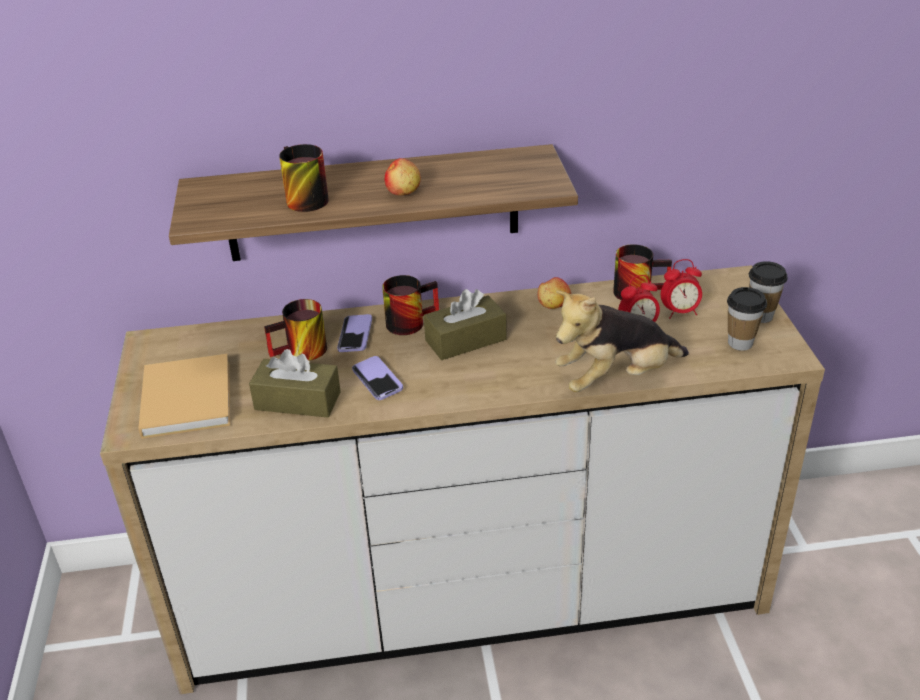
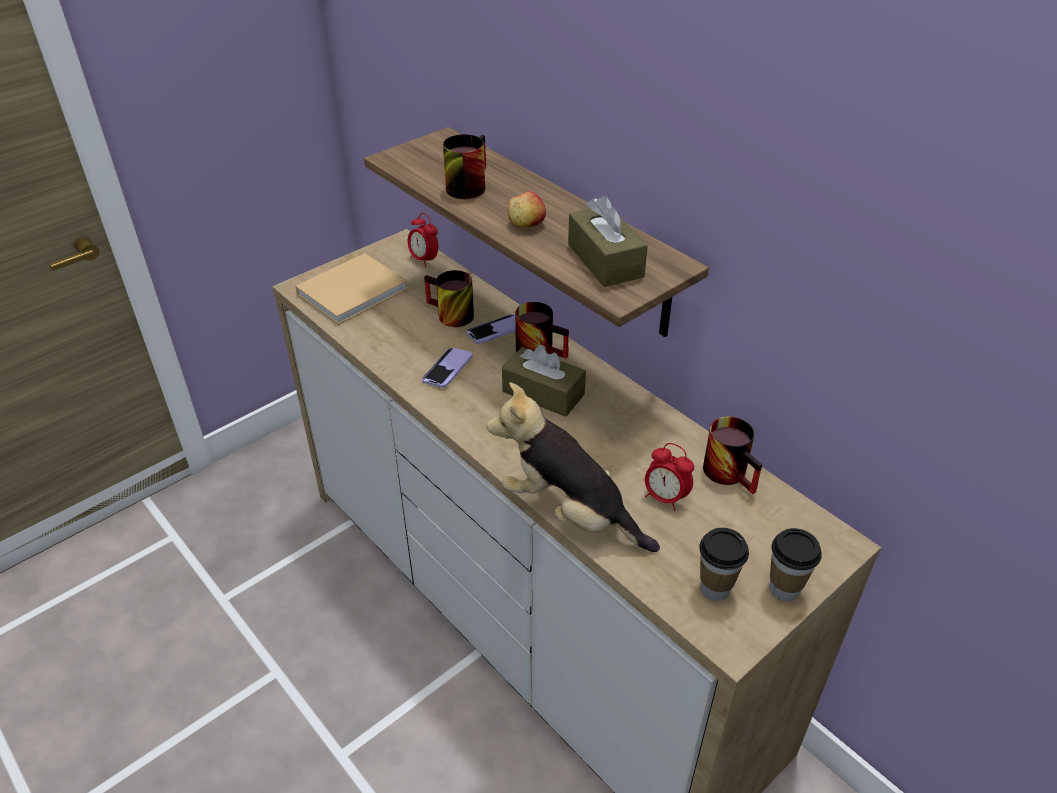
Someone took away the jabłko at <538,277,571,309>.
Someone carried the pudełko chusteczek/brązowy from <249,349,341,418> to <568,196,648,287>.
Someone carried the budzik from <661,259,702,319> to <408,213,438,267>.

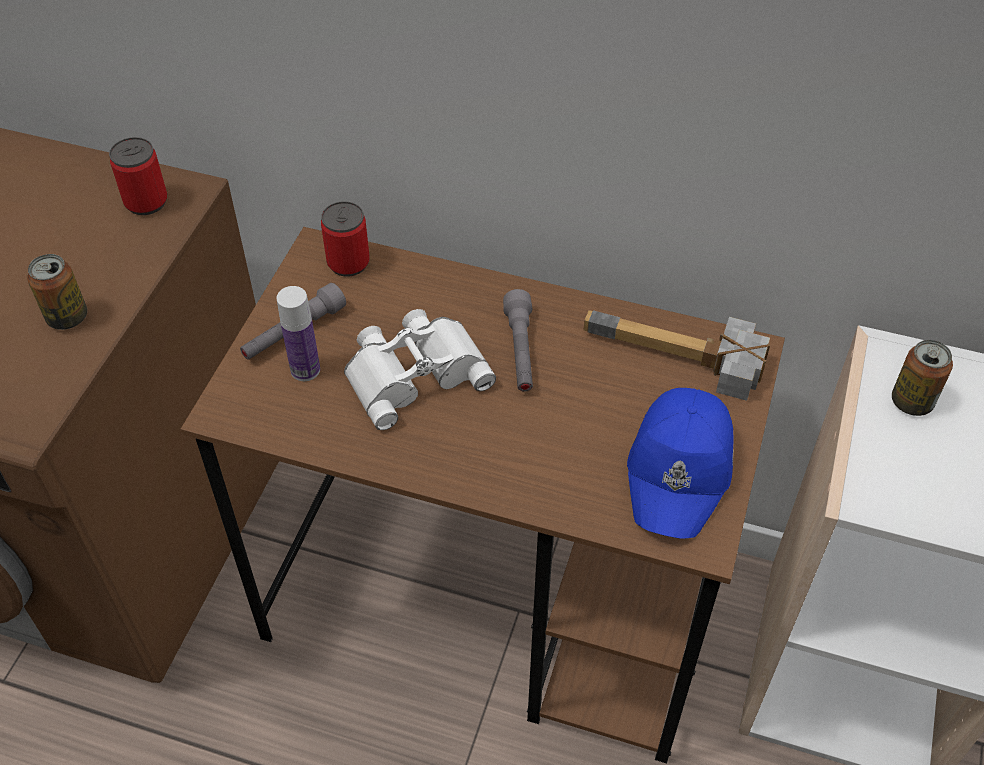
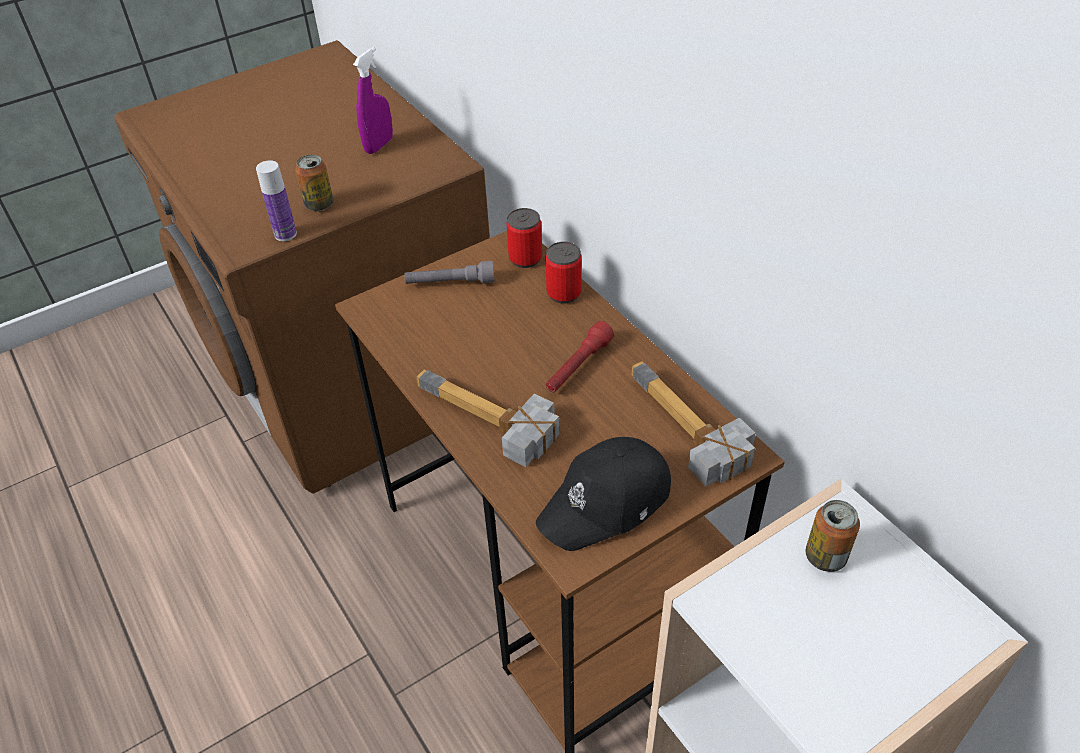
Someone took away the lornetka/biały at <344,309,496,430>.
Someone put down the spryskiwacz/fioletowy at <353,47,393,154>.
Someone put down the młotek at <416,370,559,467>.
Someone carried the puszka from <109,137,167,215> to <546,242,582,303>.
Someone carried the butelka from <276,286,320,381> to <256,160,297,241>.
Someone repainted the latarka/szary at <503,289,533,392>, which became the latarka/czerwony at <546,321,614,392>.
Someone repainted the czapka z daszkiem/niebieski at <627,388,734,539>, which became the czapka z daszkiem/czarny at <536,437,671,551>.

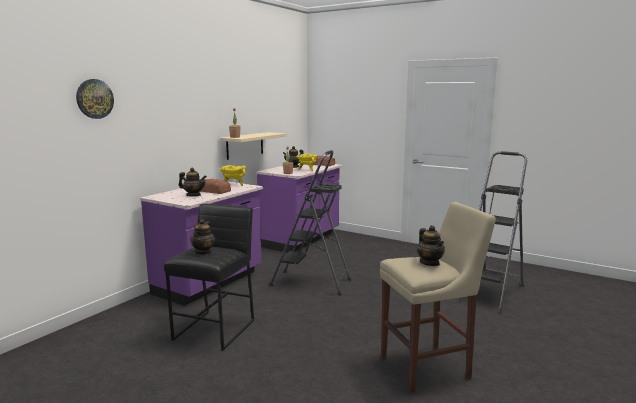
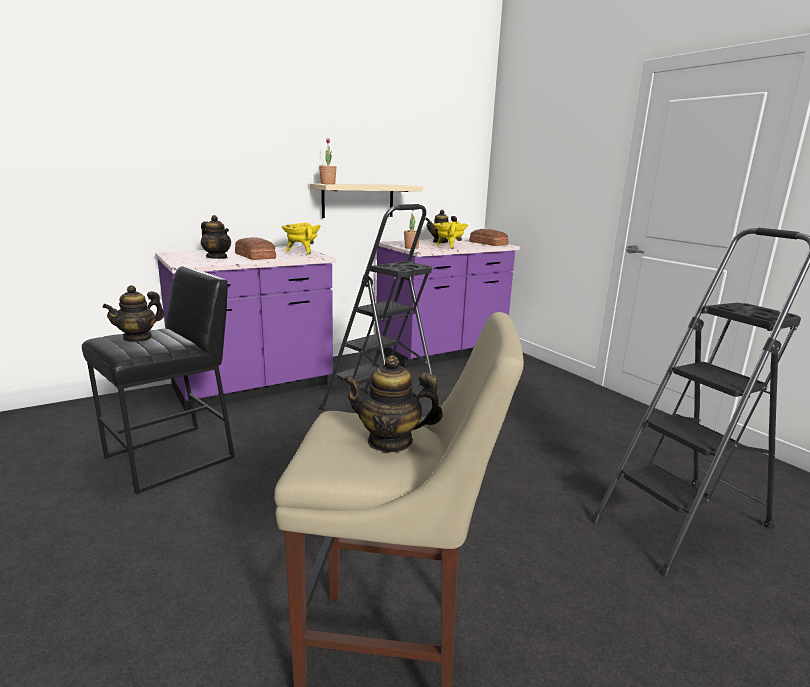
Someone took away the zegar ścienny at <76,79,114,119>.
Someone rotated the imbryk at <417,225,445,266> by 90 degrees clockwise.

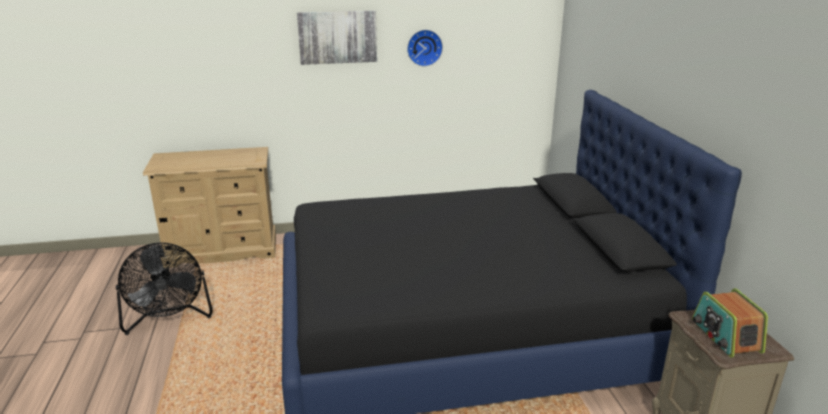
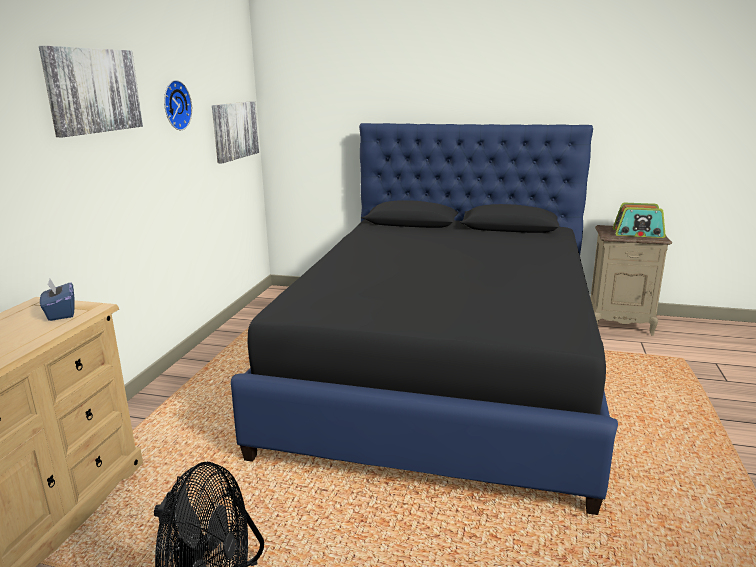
Someone put down the pudełko chusteczek/niebieski at <40,279,74,321>.
Someone put up the obraz at <212,101,259,163>.

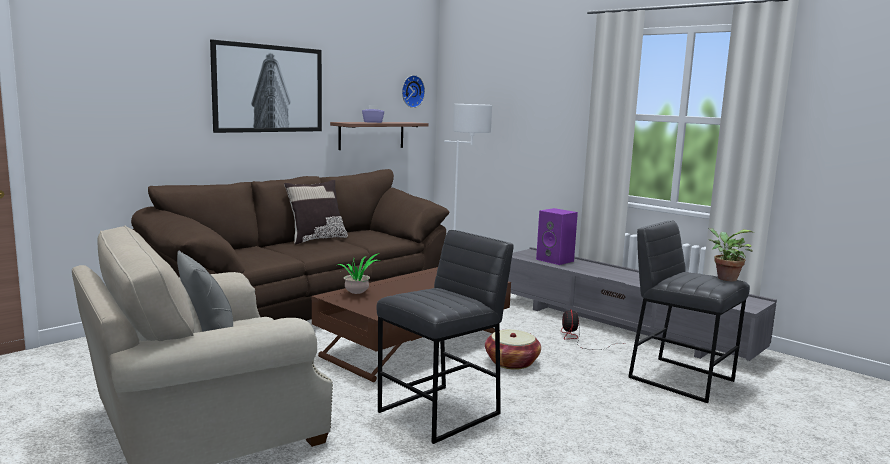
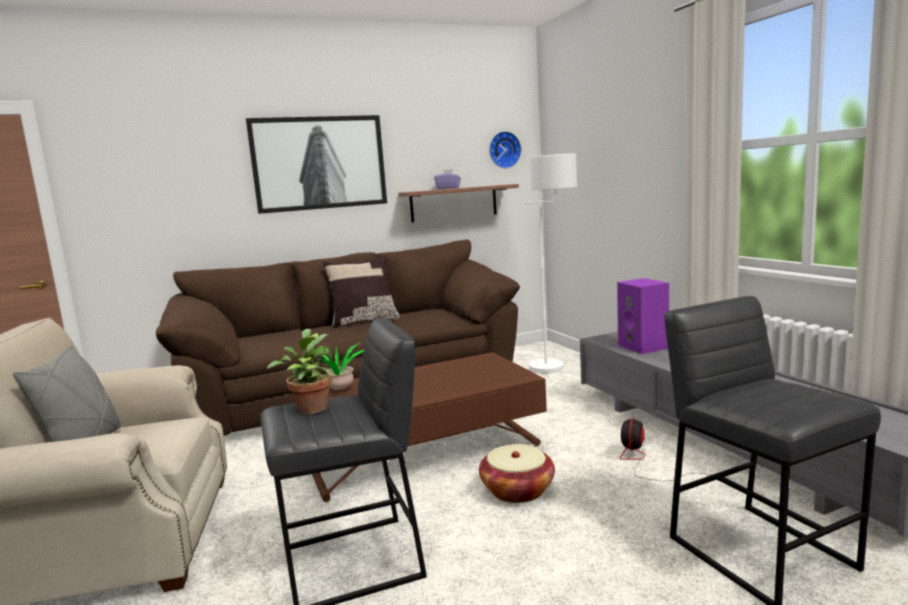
Someone carried the roślina doniczkowa from <708,228,754,281> to <267,329,333,414>.

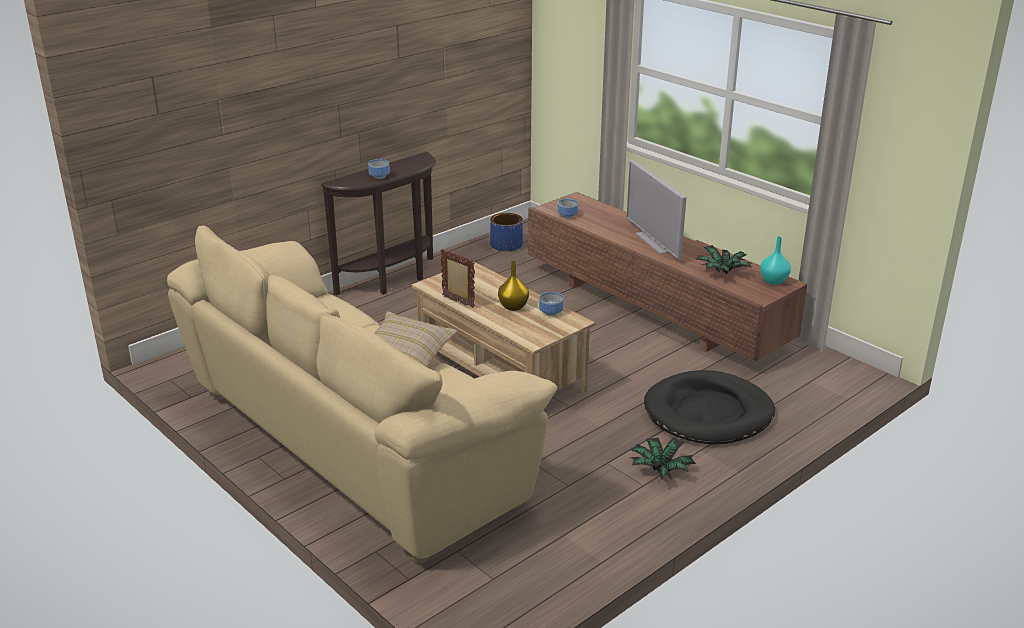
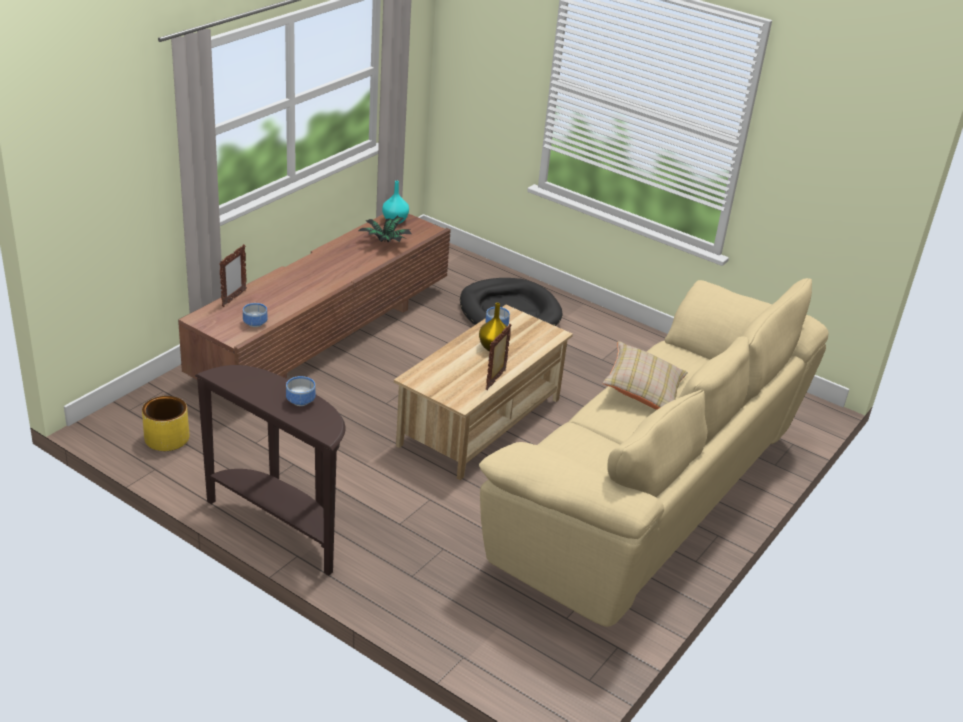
Someone took away the telewizor at <627,160,687,259>.
Someone took away the roślina doniczkowa at <630,438,696,480>.
Someone put down the ramka na zdjęcie at <219,244,247,307>.
Someone repainted the donica/niebieski at <490,213,523,252>, which became the donica/żółty at <142,396,190,451>.

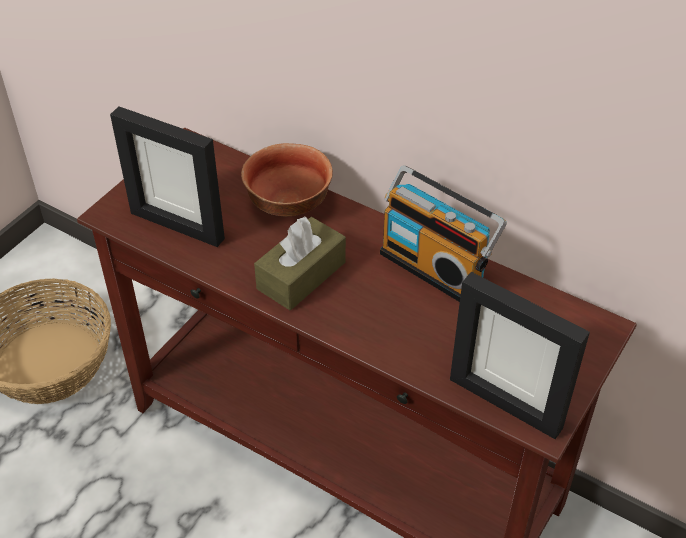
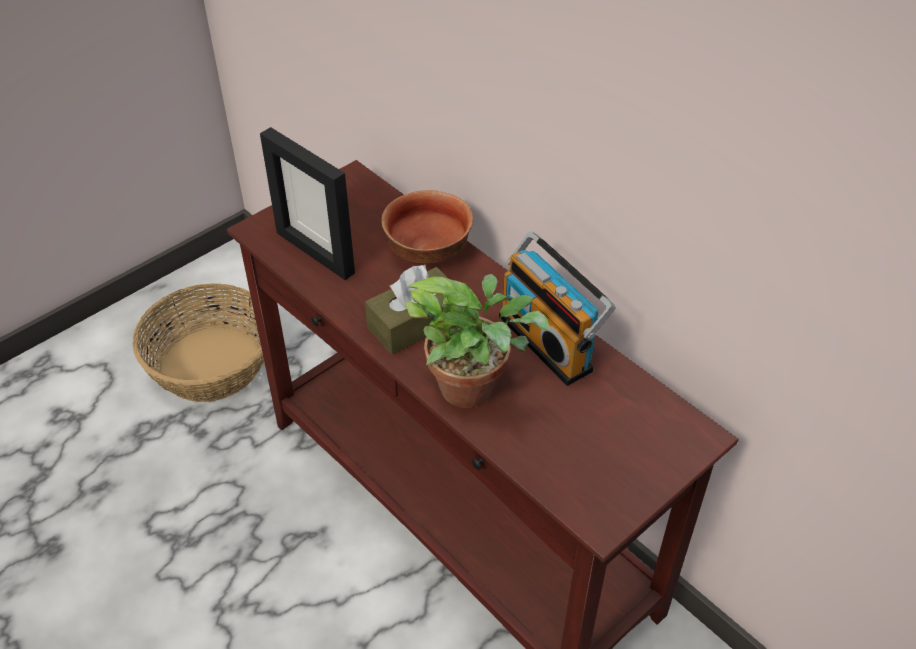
Someone took away the ramka na zdjęcie at <450,272,590,439>.
Someone put down the roślina doniczkowa at <405,274,550,408>.

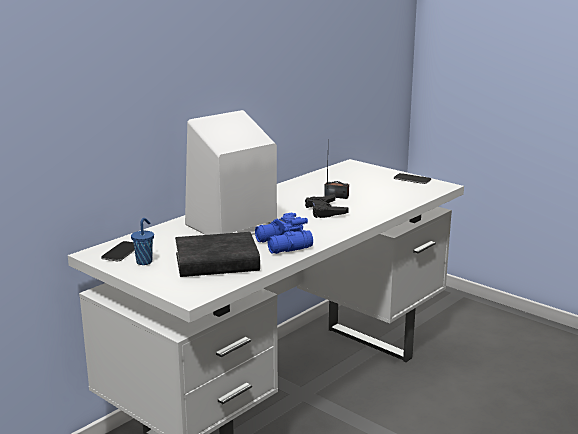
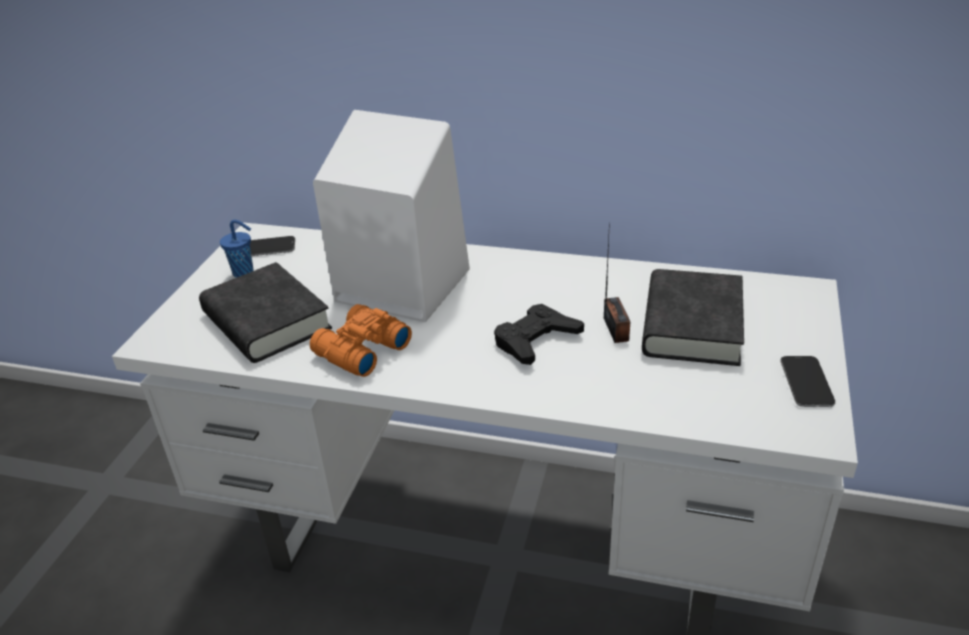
Someone put down the książka/czarny at <642,269,744,366>.
Someone repainted the lornetka/niebieski at <255,212,313,254>, which became the lornetka/pomarańczowy at <310,304,412,377>.

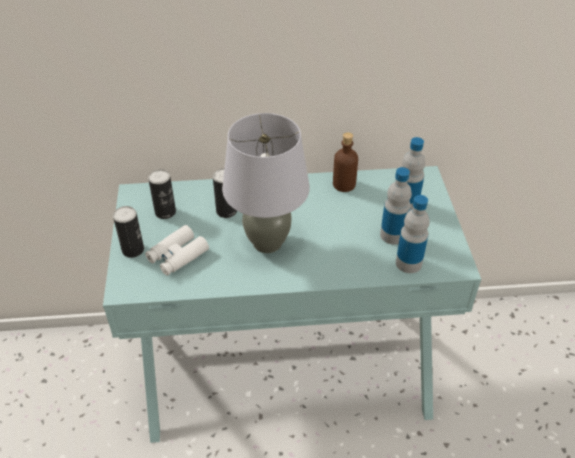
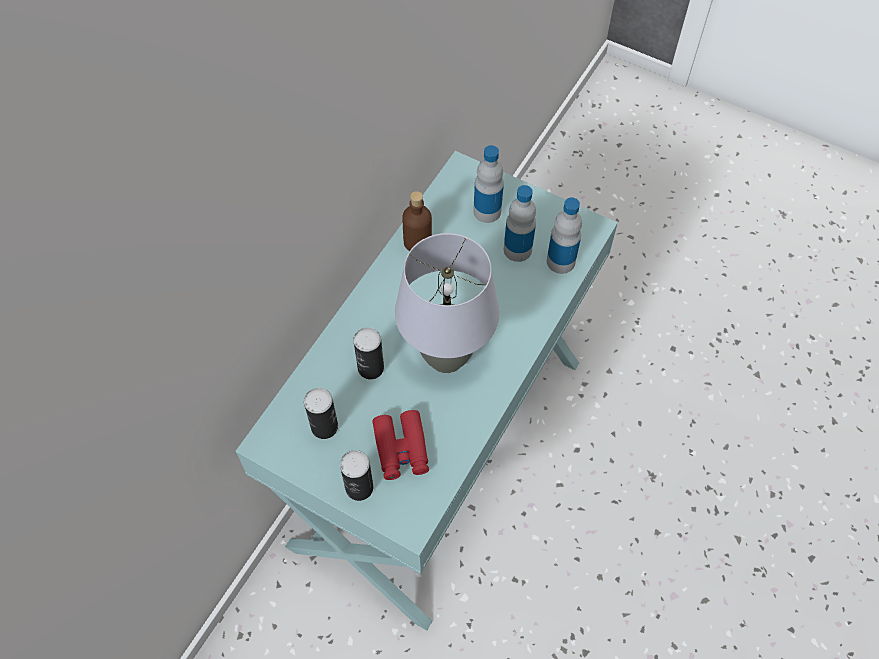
Someone repainted the lornetka/biały at <145,225,209,276>, which became the lornetka/czerwony at <372,410,429,480>.

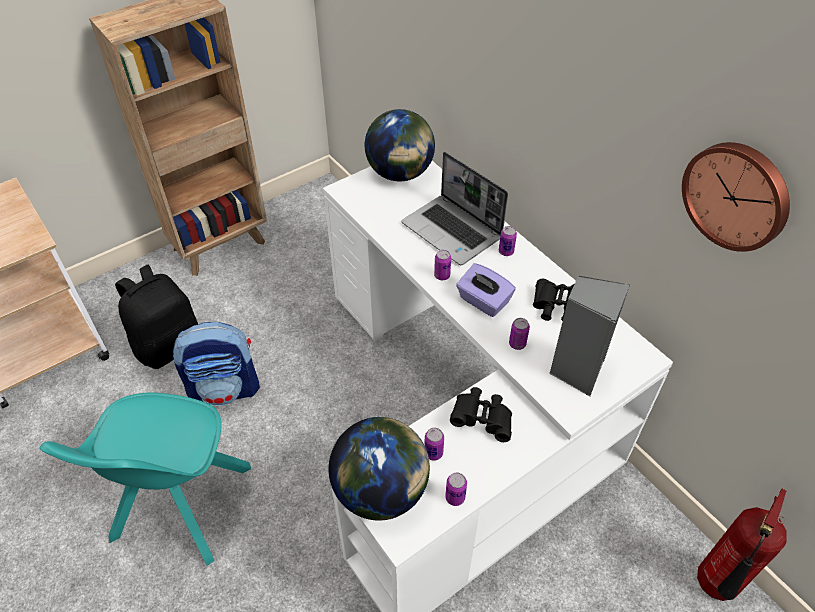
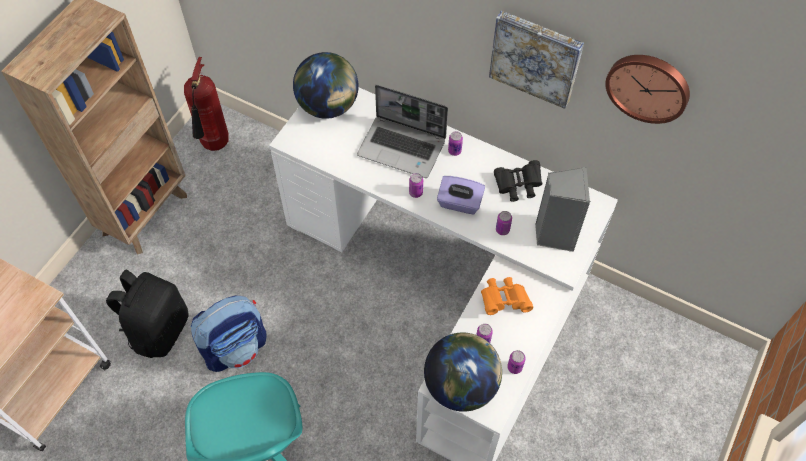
Someone put up the obraz at <489,11,584,109>.
Someone carried the gaśnica from <697,488,787,601> to <184,57,229,151>.
Someone repainted the lornetka/czarny at <450,387,512,442>, which became the lornetka/pomarańczowy at <481,277,533,315>.

